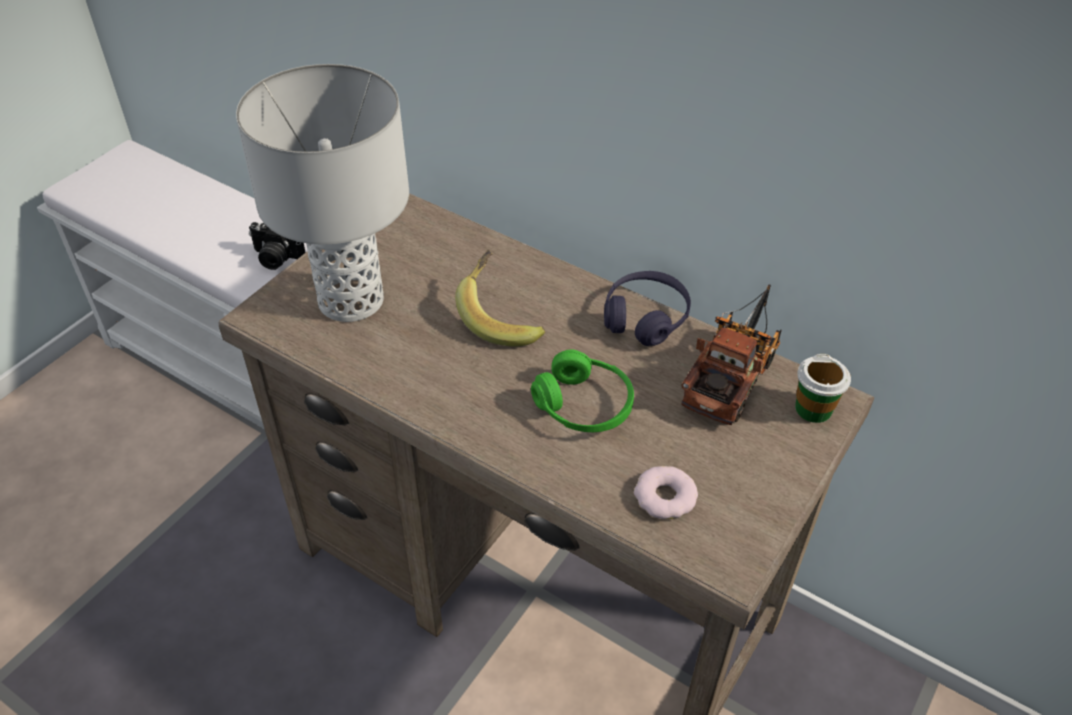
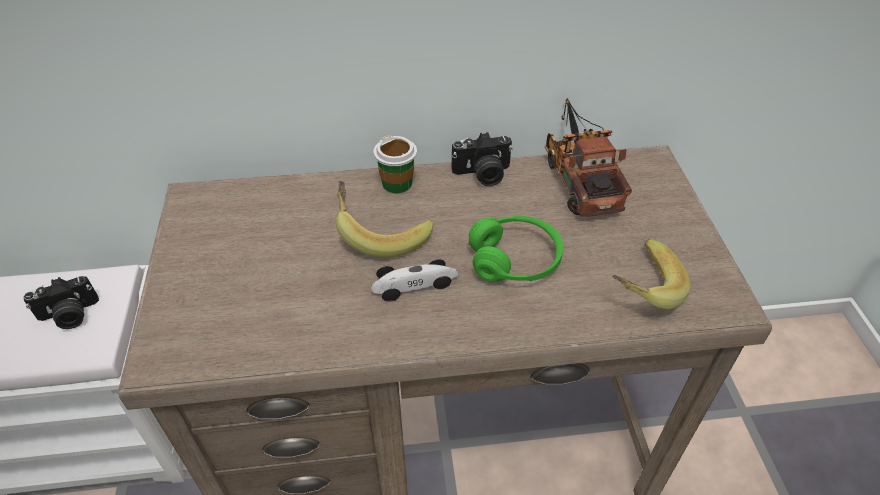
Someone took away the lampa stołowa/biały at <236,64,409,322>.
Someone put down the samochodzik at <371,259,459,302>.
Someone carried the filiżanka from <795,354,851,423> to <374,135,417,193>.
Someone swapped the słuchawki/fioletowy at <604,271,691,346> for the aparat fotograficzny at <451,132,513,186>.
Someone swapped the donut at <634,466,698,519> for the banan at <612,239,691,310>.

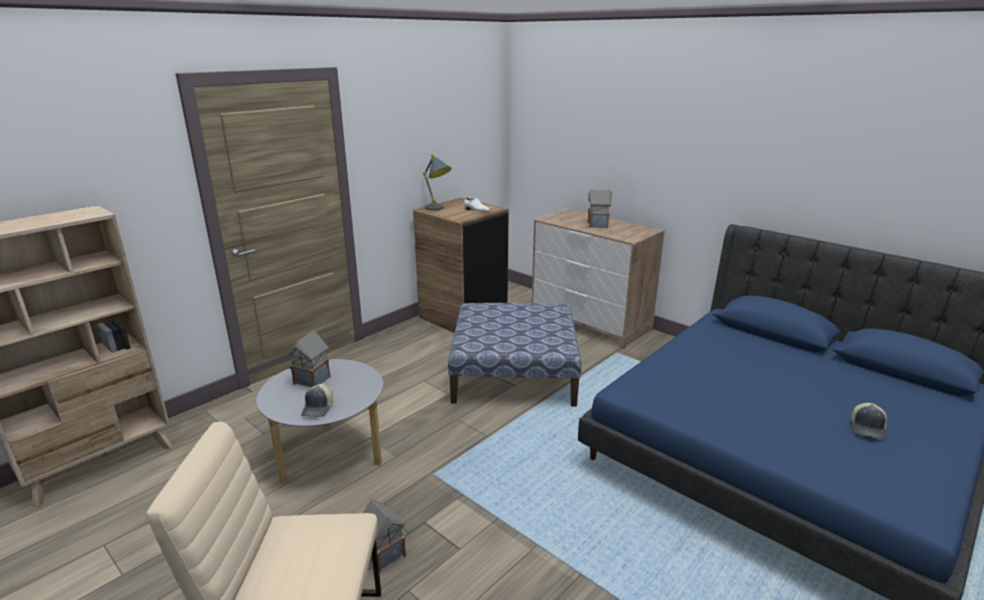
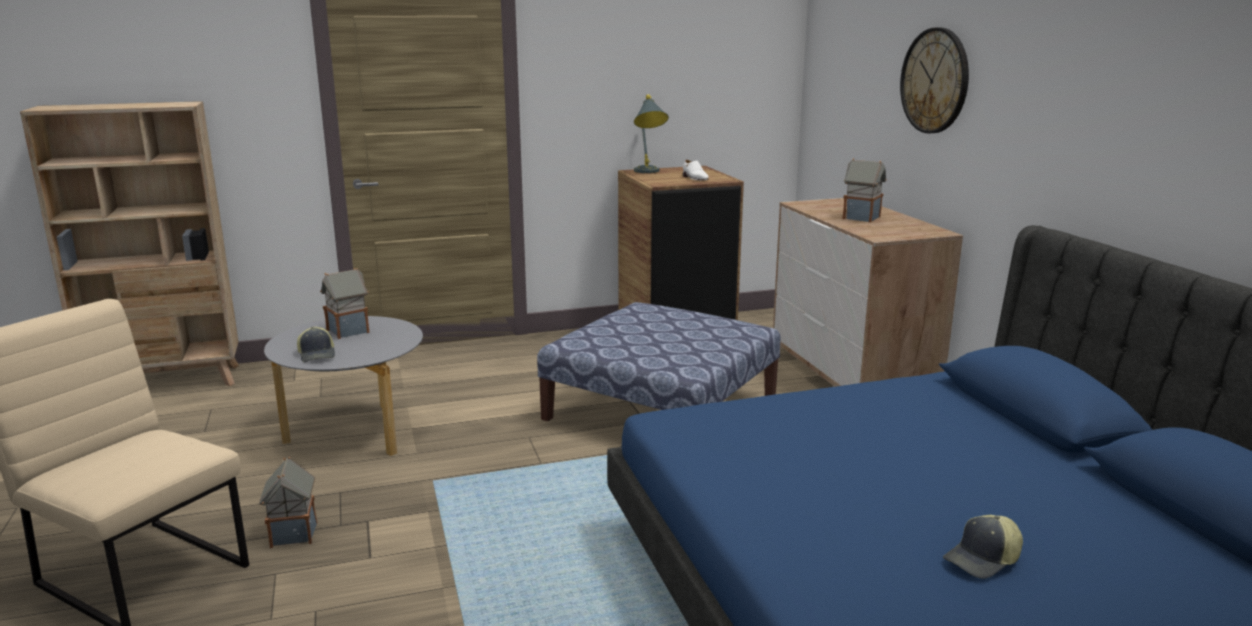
Someone put up the zegar ścienny at <900,27,969,133>.
Someone rotated the czapka z daszkiem at <301,384,333,417> by 60 degrees counterclockwise.

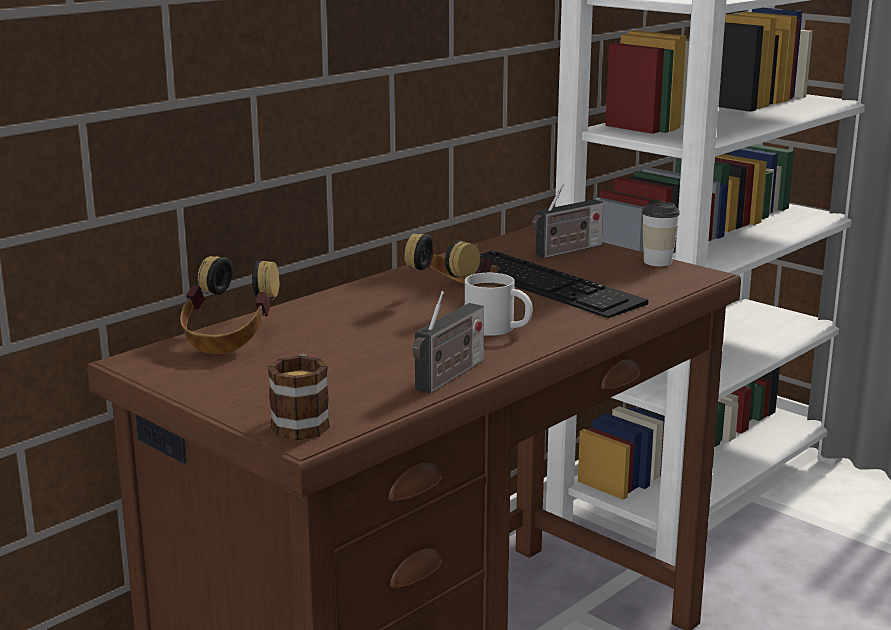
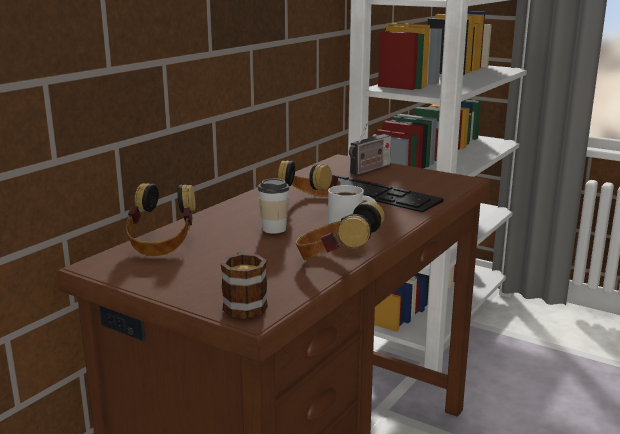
Someone carried the filiżanka from <642,202,680,266> to <258,179,289,234>.
Someone swapped the radio at <413,291,484,393> for the słuchawki at <296,201,385,260>.

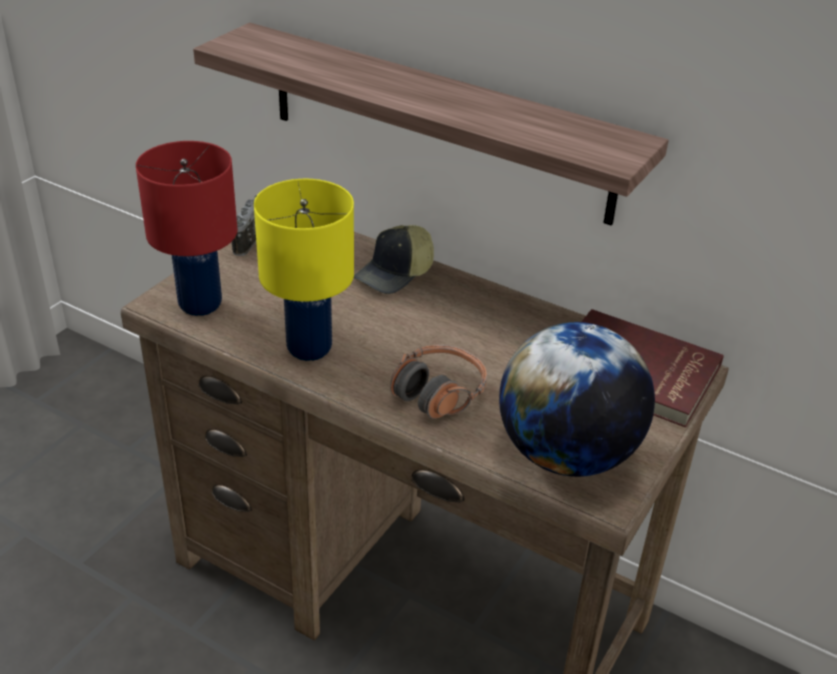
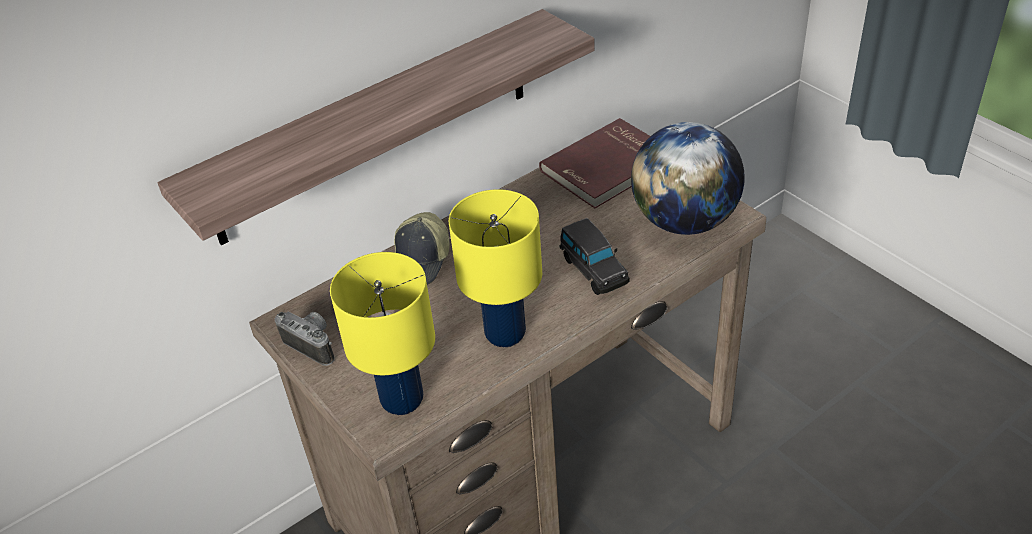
Someone swapped the słuchawki at <390,345,487,419> for the samochodzik/czarny at <560,218,630,295>.
Someone repainted the lampa stołowa/czerwony at <136,141,237,316>, which became the lampa stołowa/żółty at <330,252,435,415>.
Someone rotated the czapka z daszkiem at <354,225,434,294> by 45 degrees clockwise.

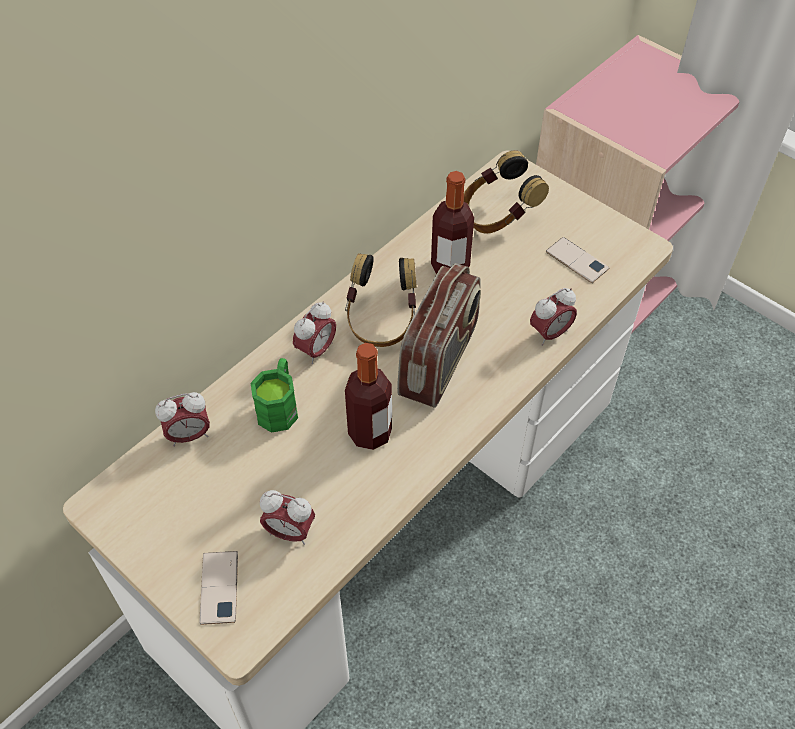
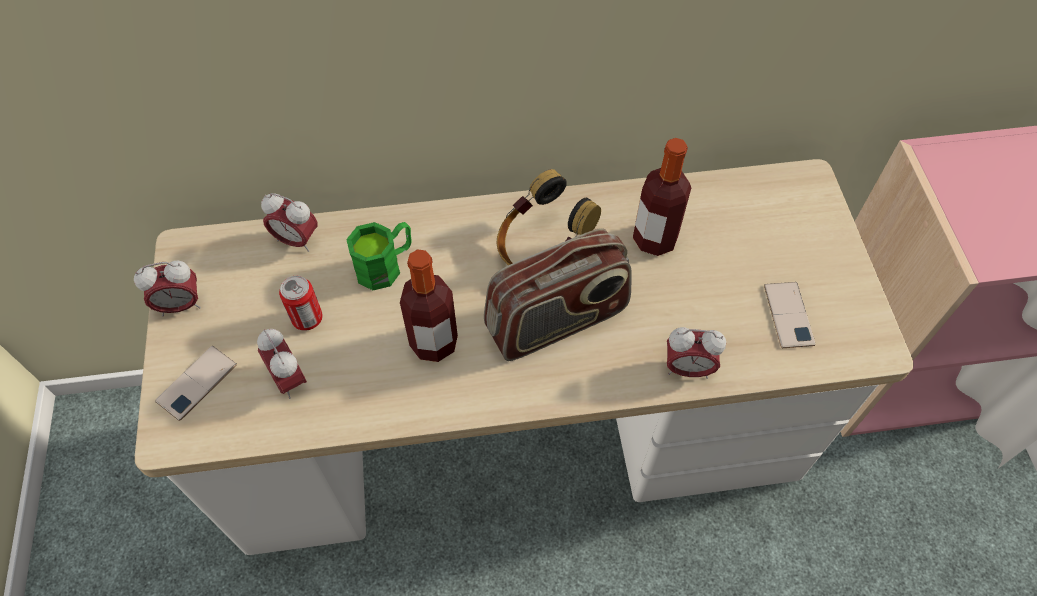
Someone took away the słuchawki at <463,150,549,234>.
Someone put down the puszka at <279,276,323,331>.
Someone carried the budzik from <293,302,336,364> to <134,261,201,317>.

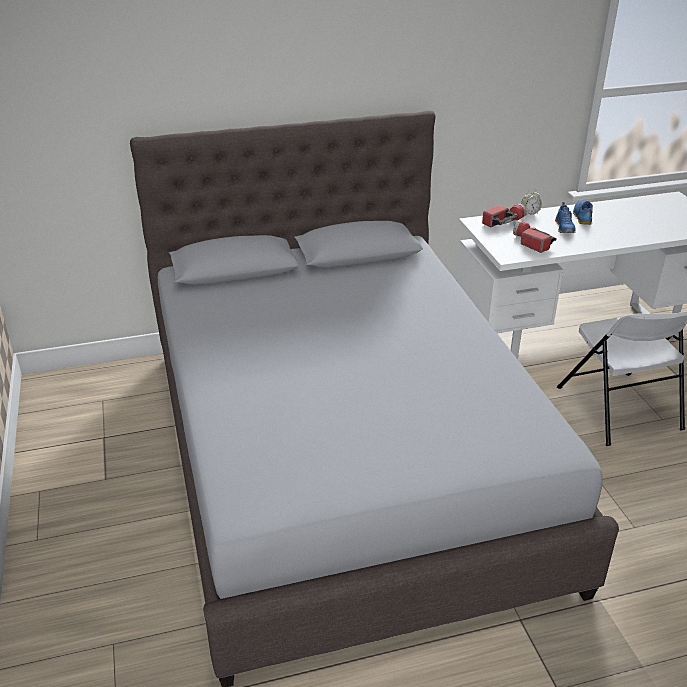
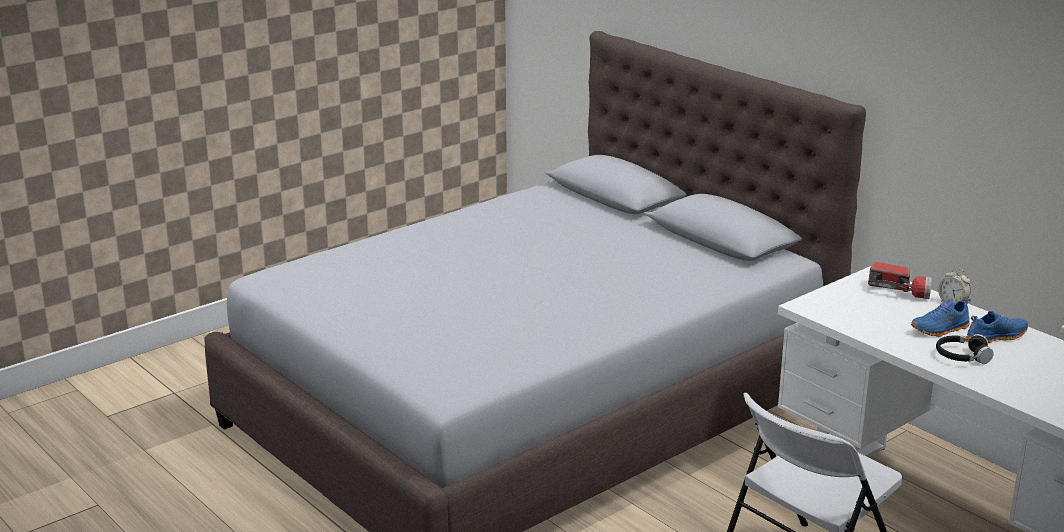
Someone took away the latarka at <513,220,557,253>.
Someone put down the słuchawki/czarny at <936,334,994,364>.

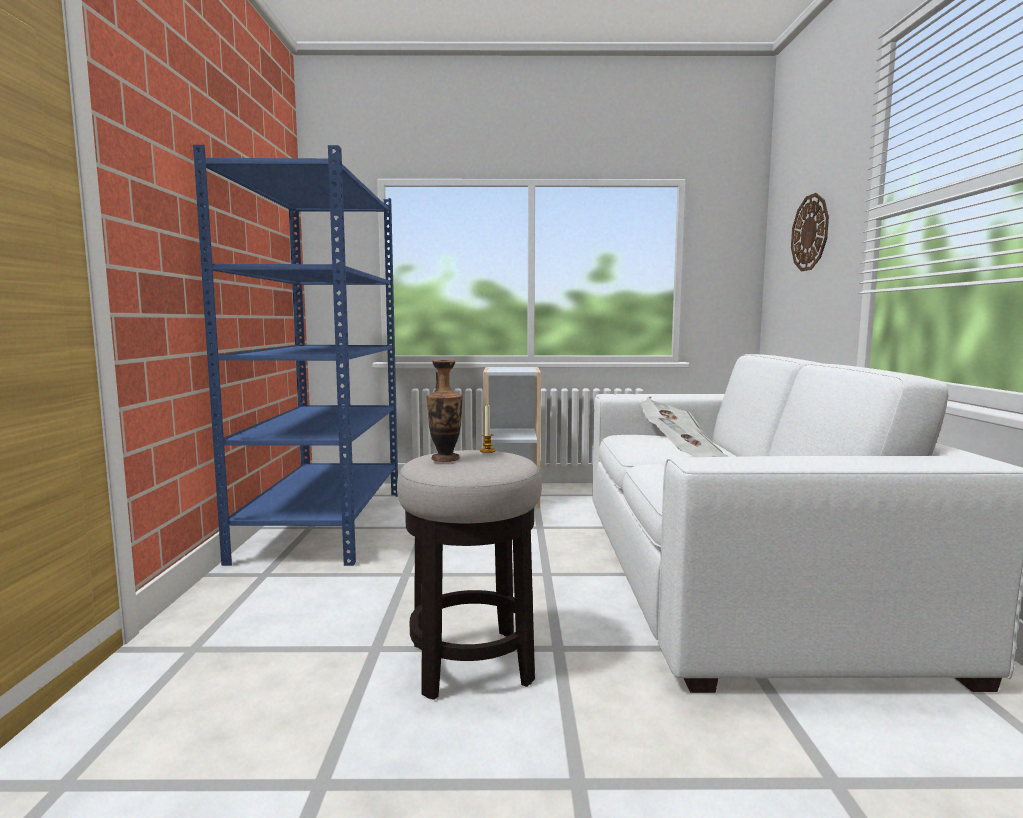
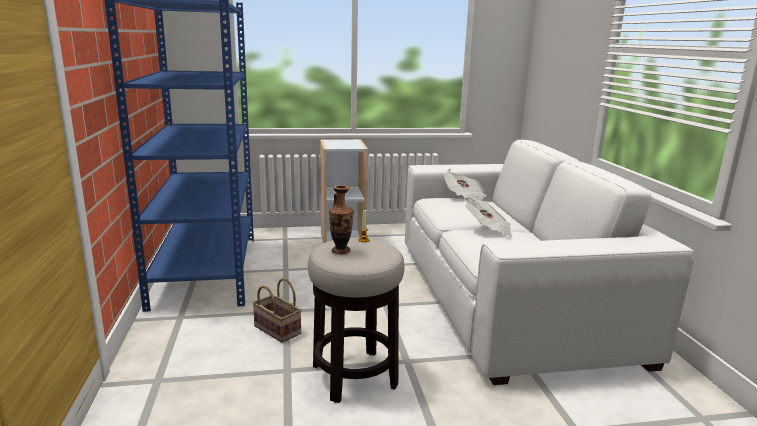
Someone took away the zegar ścienny at <791,193,829,271>.
Someone put down the koszyk at <252,278,302,343>.

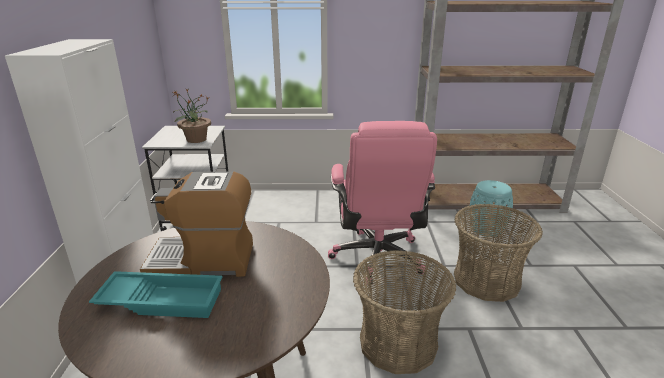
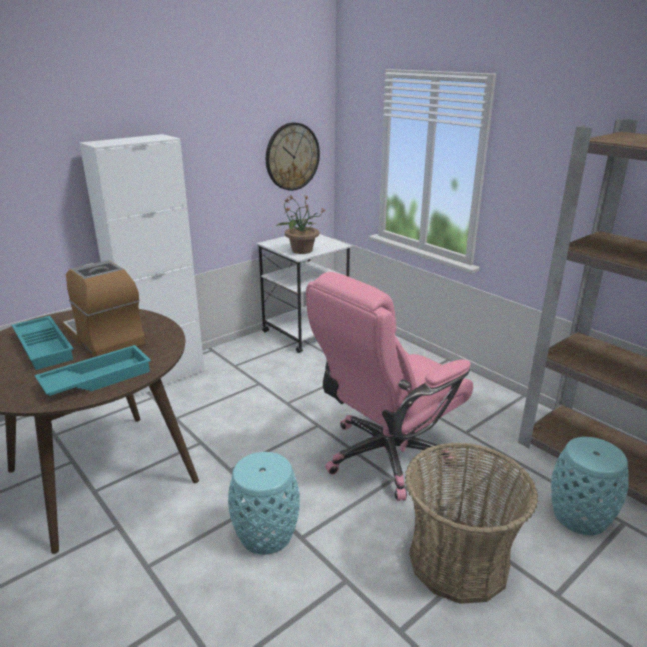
Someone put down the taca/turkusowy at <35,345,151,396>.
Someone put up the zegar ścienny at <266,122,320,191>.
Someone swapped the koszyk at <353,250,456,374> for the stołek/turkusowy at <228,452,300,554>.

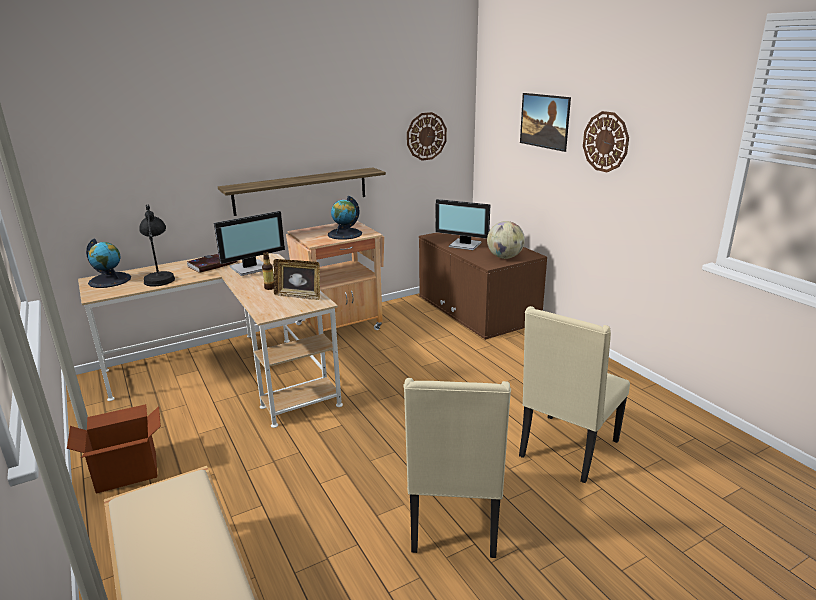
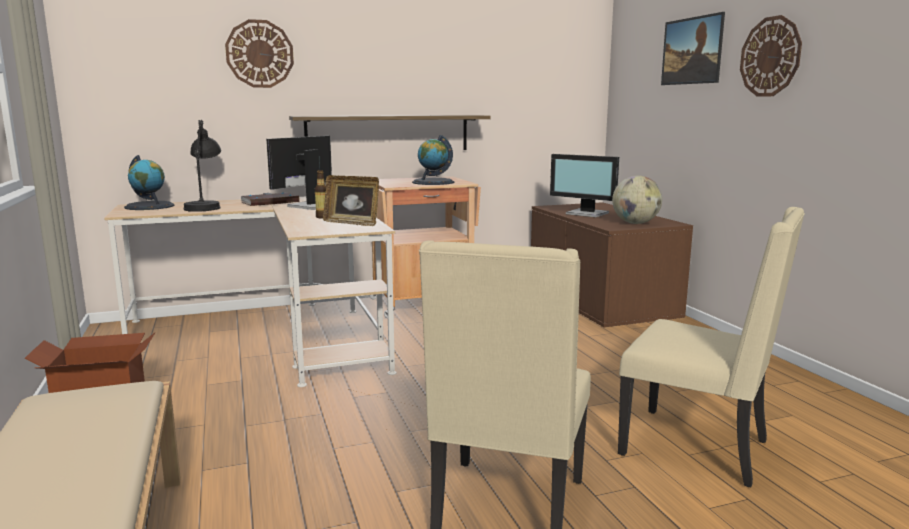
Someone carried the zegar ścienny from <407,112,447,161> to <225,19,294,88>.
Someone rotated the monitor at <214,211,285,276> by 150 degrees clockwise.
Someone rotated the krzesło/beżowy at <519,306,630,483> by 105 degrees counterclockwise.

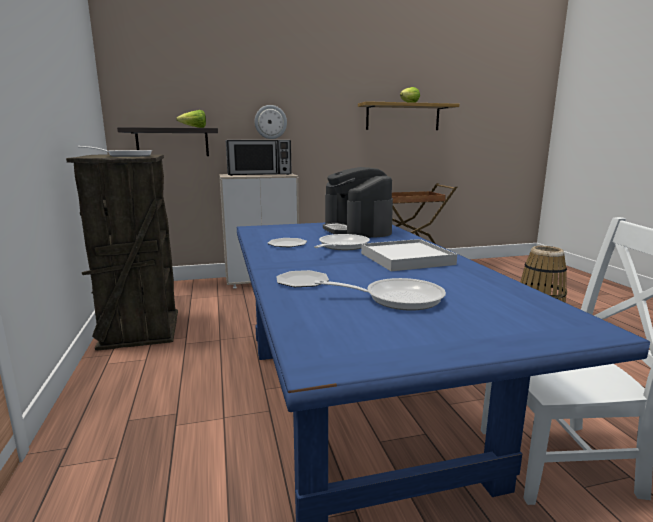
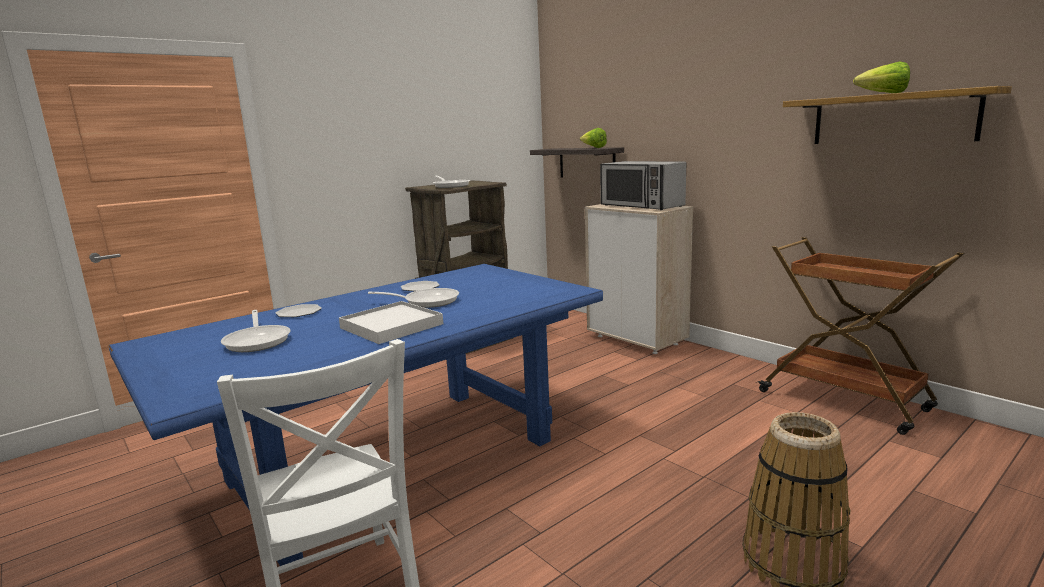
Someone took away the zegar ścienny at <255,105,287,139>.
Someone took away the ekspres do kawy at <323,167,393,238>.

